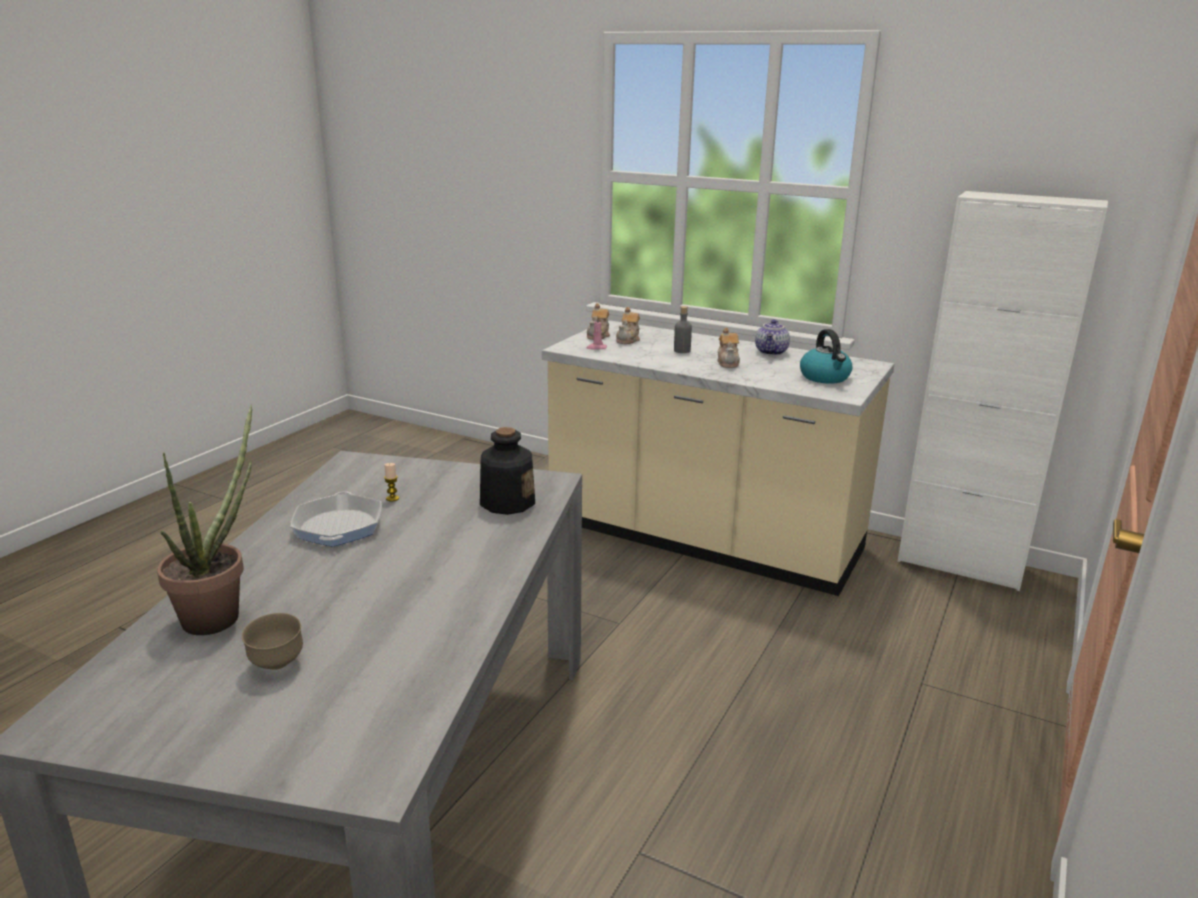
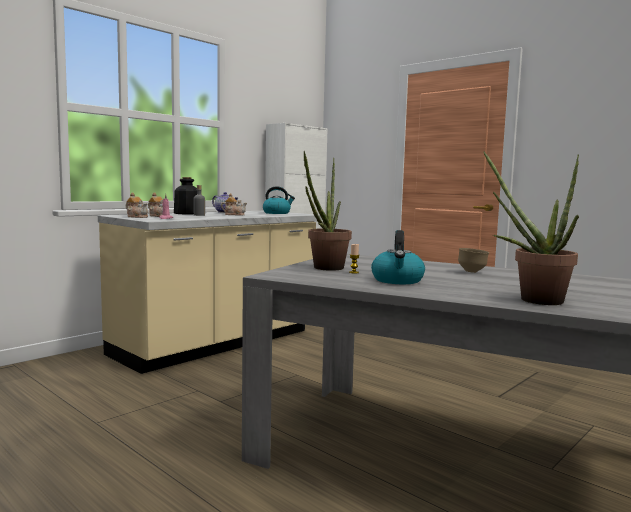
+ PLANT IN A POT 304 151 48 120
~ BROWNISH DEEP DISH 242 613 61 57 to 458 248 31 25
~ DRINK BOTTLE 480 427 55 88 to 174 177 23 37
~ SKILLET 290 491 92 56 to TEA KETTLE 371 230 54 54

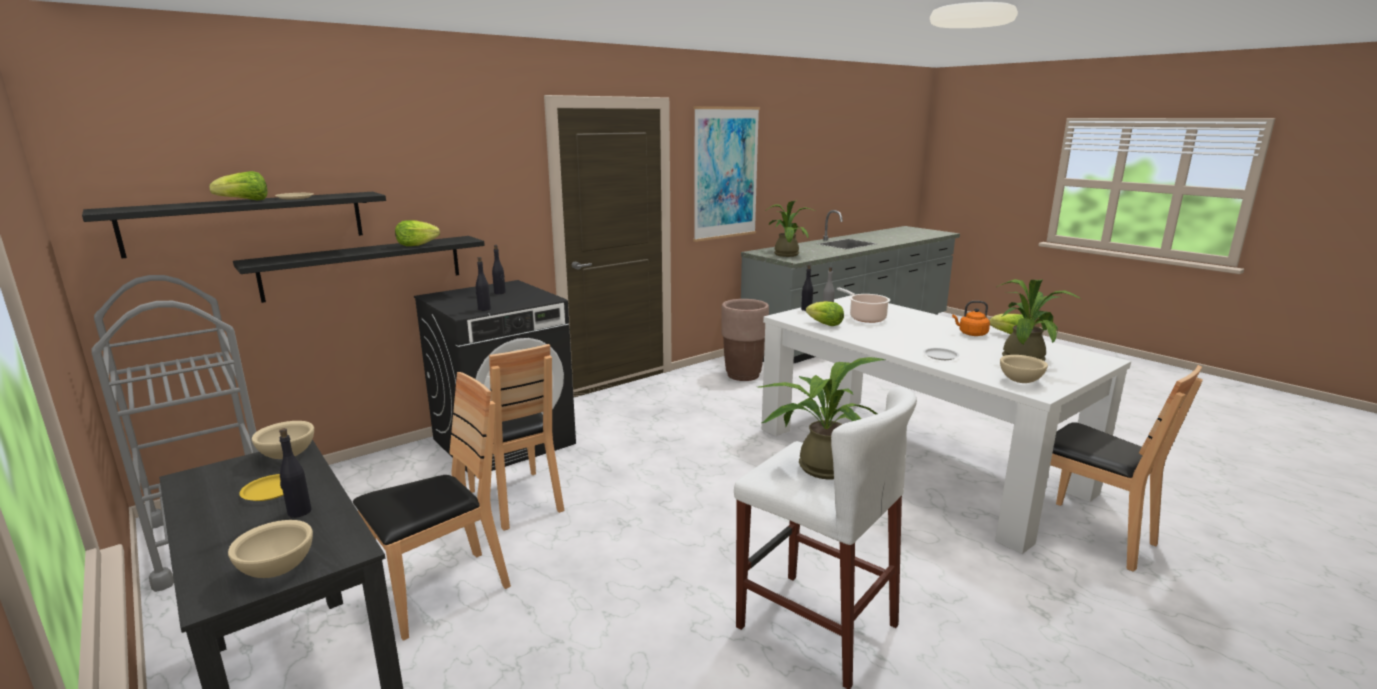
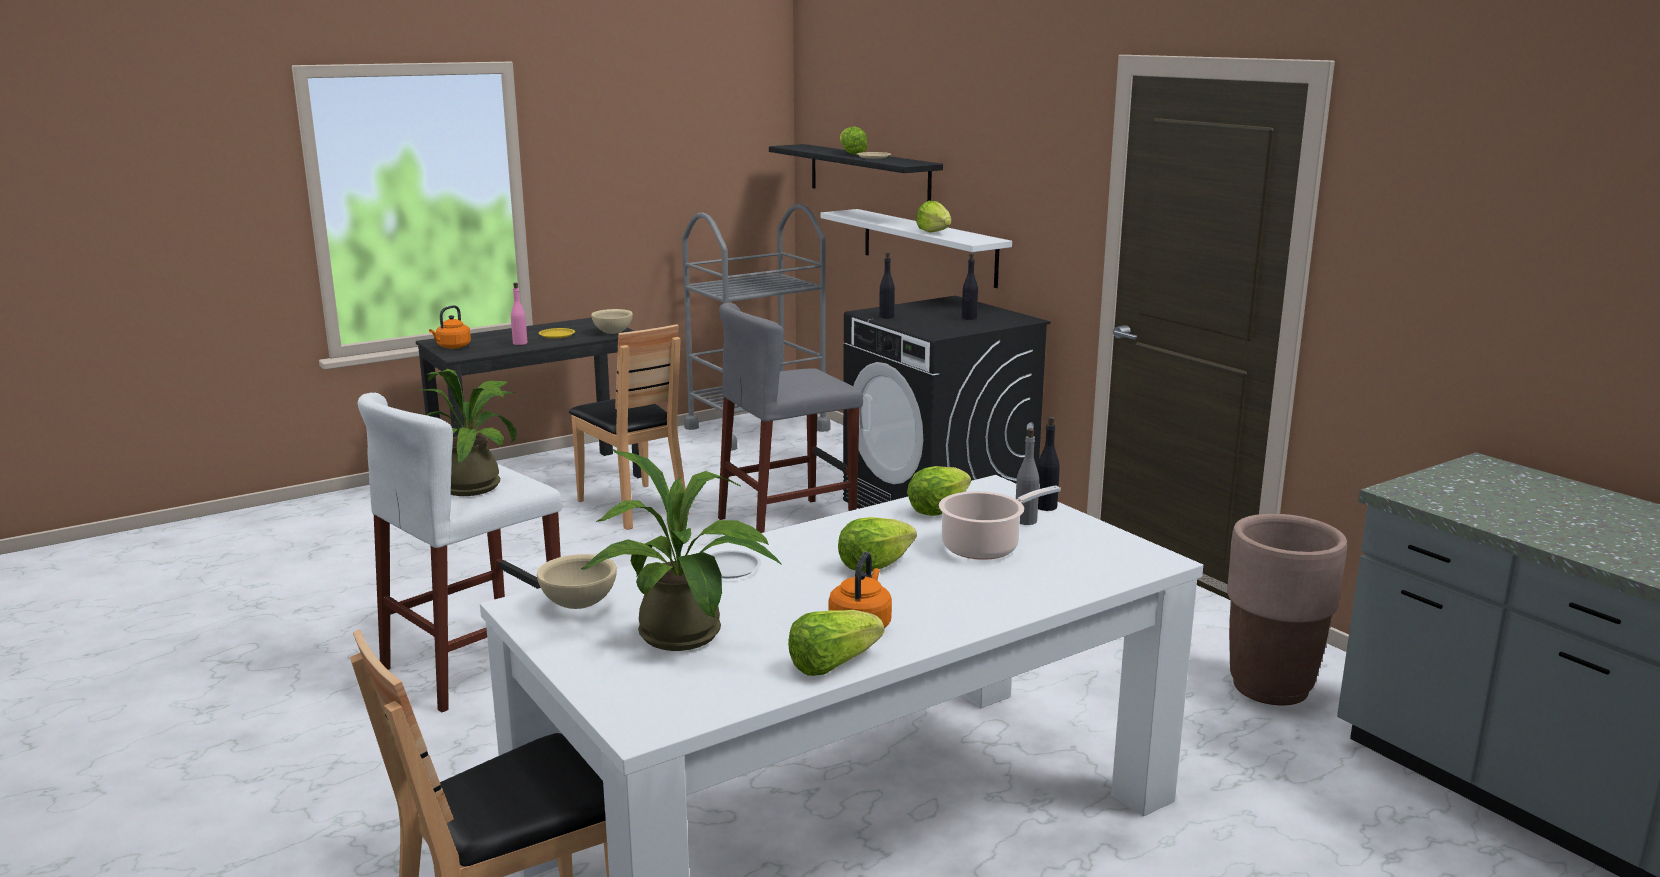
- WALL PICTURE 693 106 67 136
- PLANT IN A POT 765 201 50 56
+ HEAD OF LETTUCE 838 517 79 55
~ BEIGE-COLOURED DEEP DISH 228 520 85 58 to ORANGEY TEA KETTLE 429 305 42 44
~ BROWNISH PLAIN CHAIR 467 344 97 187 to GRAY STOOL 718 303 145 230
~ BLACK BRACKET SHELF 233 236 252 67 to WHITE-COLOURED BRACKET SHELF 821 209 191 79
~ BLACK DRINK BOTTLE 279 428 33 90 to PINK DRINK BOTTLE 511 283 17 62

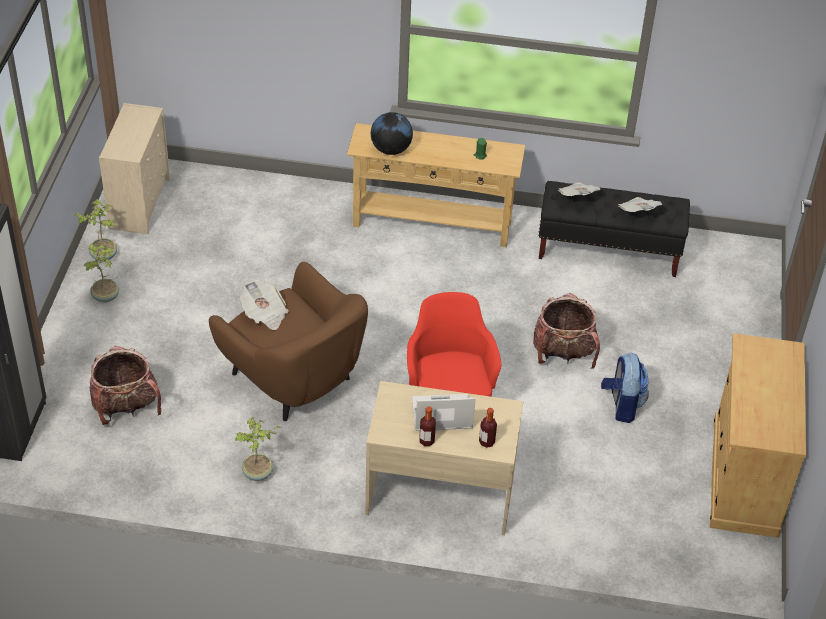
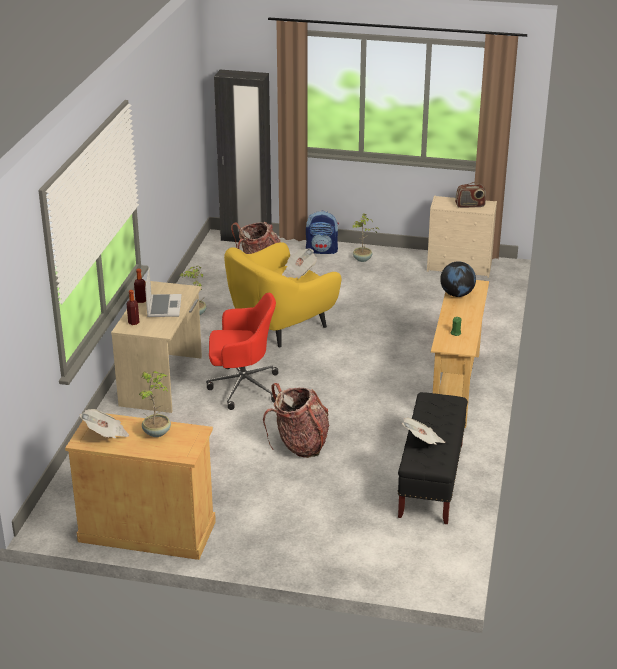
+ RADIO 455 182 31 26
~ PLANT IN A POT 75 199 42 62 to 138 371 33 66
~ DAILY PAPER 558 182 42 14 to 80 409 49 29
~ KNAPSACK 601 353 48 70 to 306 211 33 43
~ BROWNISH EASY CHAIR 209 262 159 159 to YELLOWISH EASY CHAIR 224 242 117 105

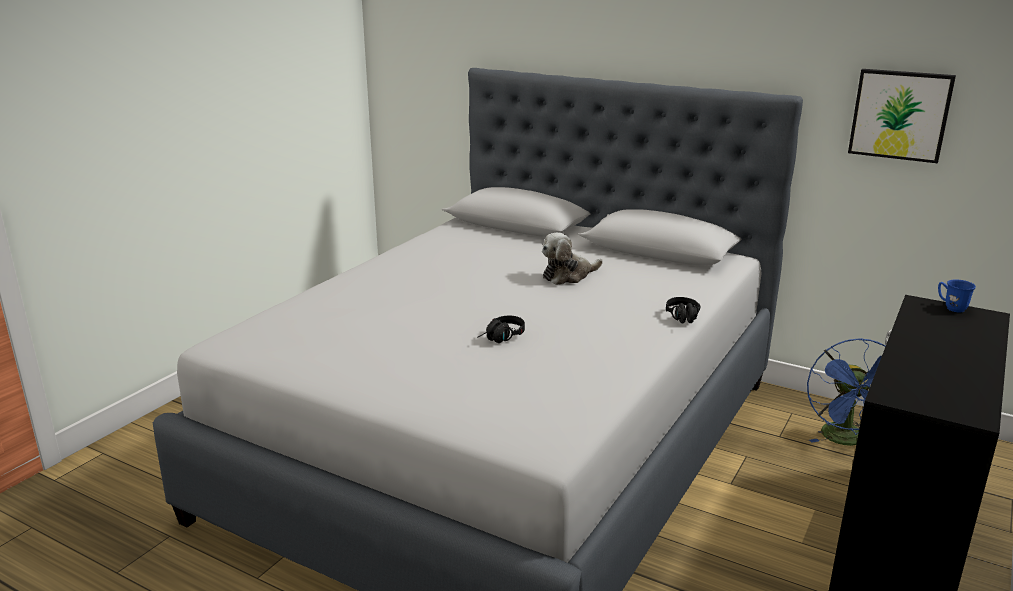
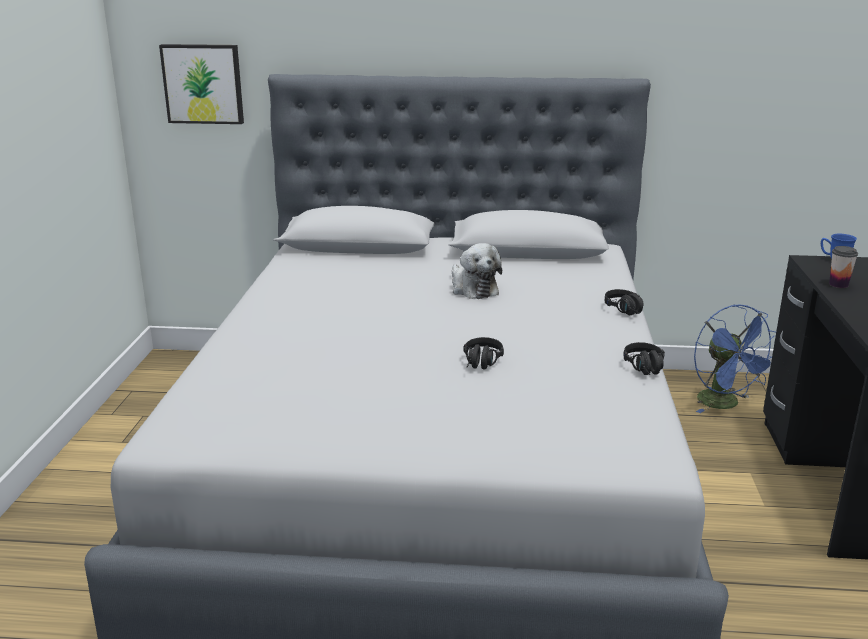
+ BLACK HEADPHONES 624 342 41 33
+ CUP 829 246 29 42
~ WALL PICTURE 848 69 108 94 to 159 44 85 80
~ SOFT TOY 542 232 61 53 = 452 243 50 56 60 degrees counterclockwise

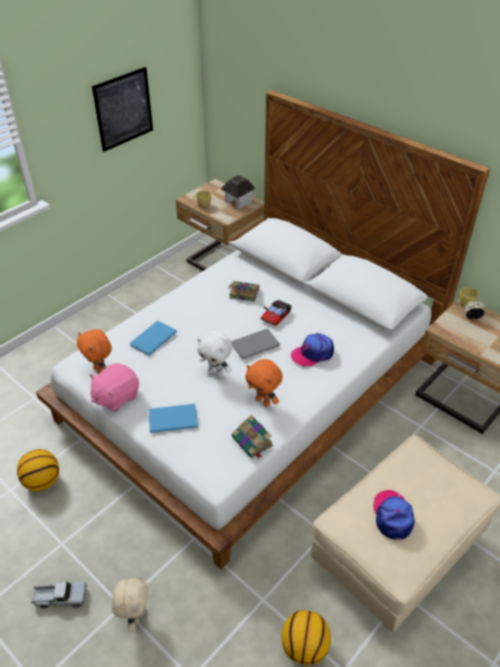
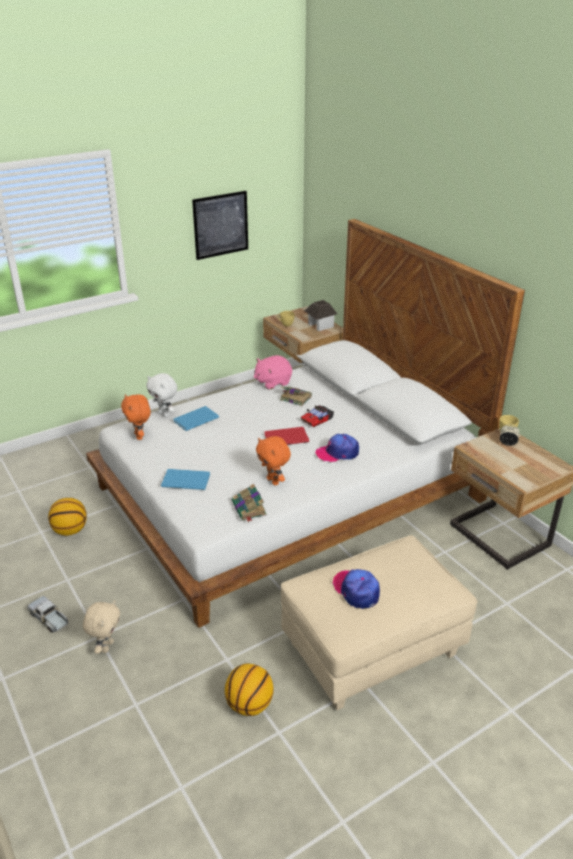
~ PINK SOFT TOY 90 363 49 49 to 254 355 38 35
~ WHITE-COLOURED SOFT TOY 197 331 35 46 to 146 373 31 44
~ GRAY VOLUME 231 329 49 31 to RED-COLOURED VOLUME 264 427 45 18
~ TOY LORRY 31 582 56 27 = 27 596 41 36 150 degrees counterclockwise
~ BASEBALL CAP 373 490 42 50 = 333 569 47 40 45 degrees counterclockwise

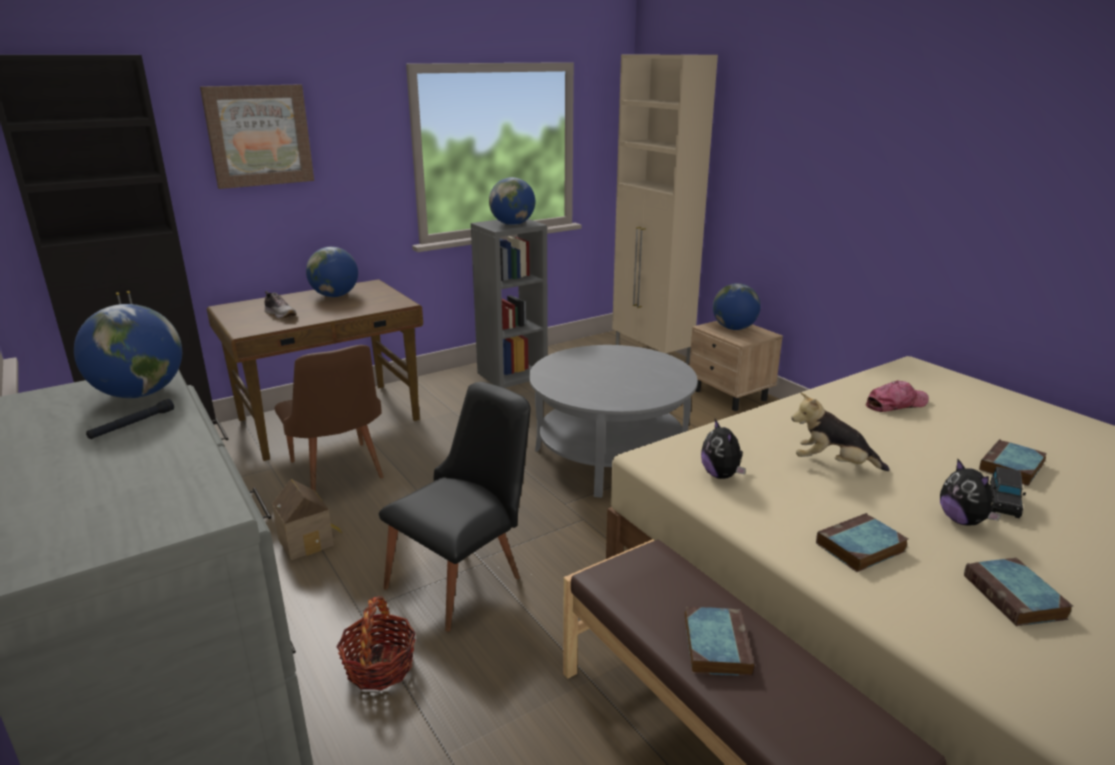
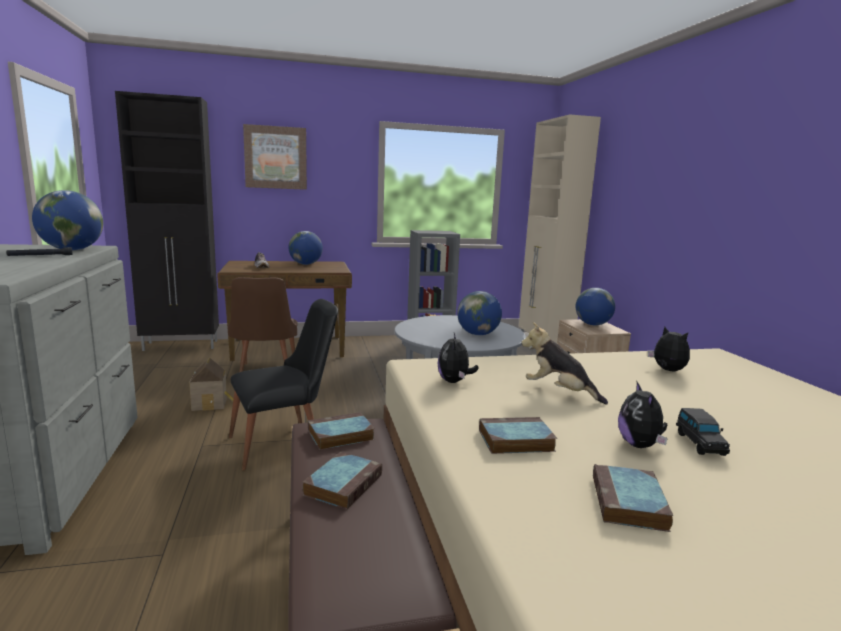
- BASKET 336 596 80 94
~ DESK GLOBE 489 177 46 48 to 457 291 45 44
~ VOLUME 979 439 68 47 to 308 412 67 38
~ BASEBALL CAP 865 380 64 32 to SOFT TOY 648 327 42 44
~ BLACK MODEL CAR 990 467 36 51 = 676 408 54 48 45 degrees counterclockwise

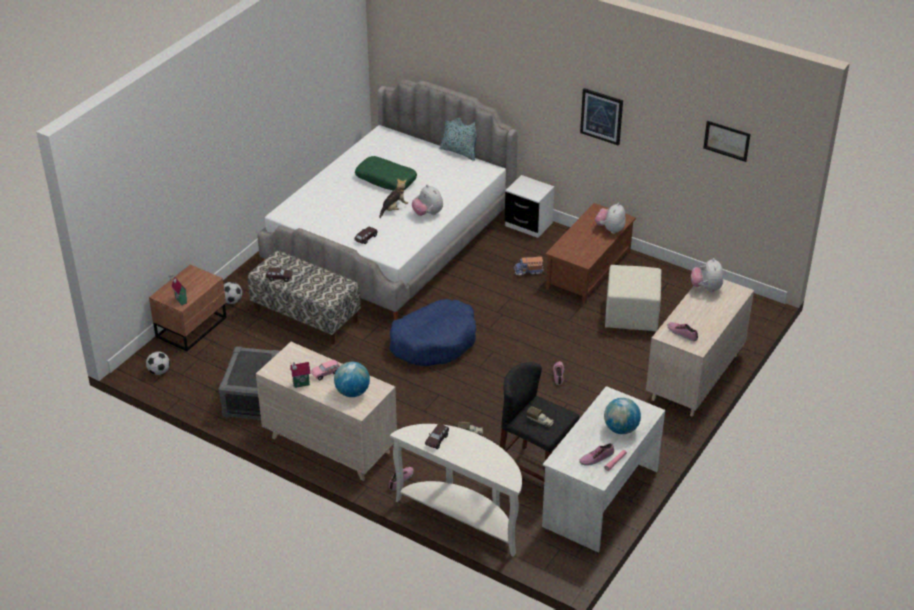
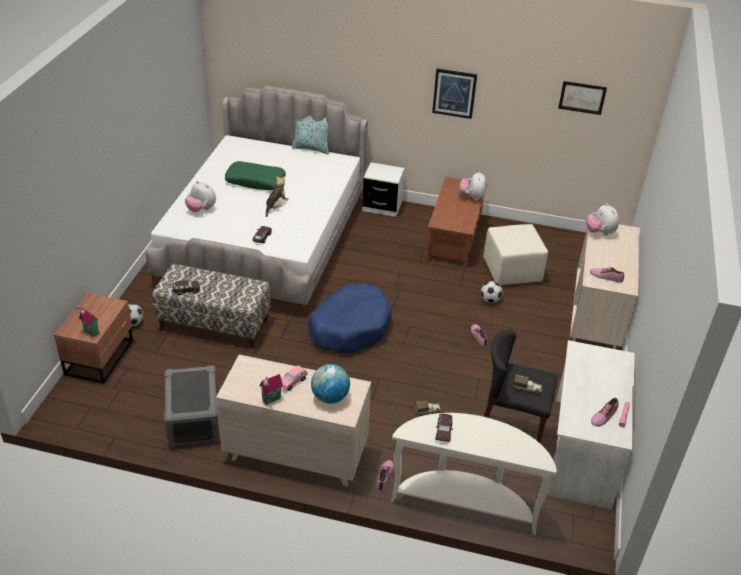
- TOY LORRY 514 256 30 20
- DESK GLOBE 604 398 37 36
~ FOOTBALL BALL 146 351 24 24 to 481 281 22 22
~ SOFT TOY 412 185 31 31 to 185 181 31 31

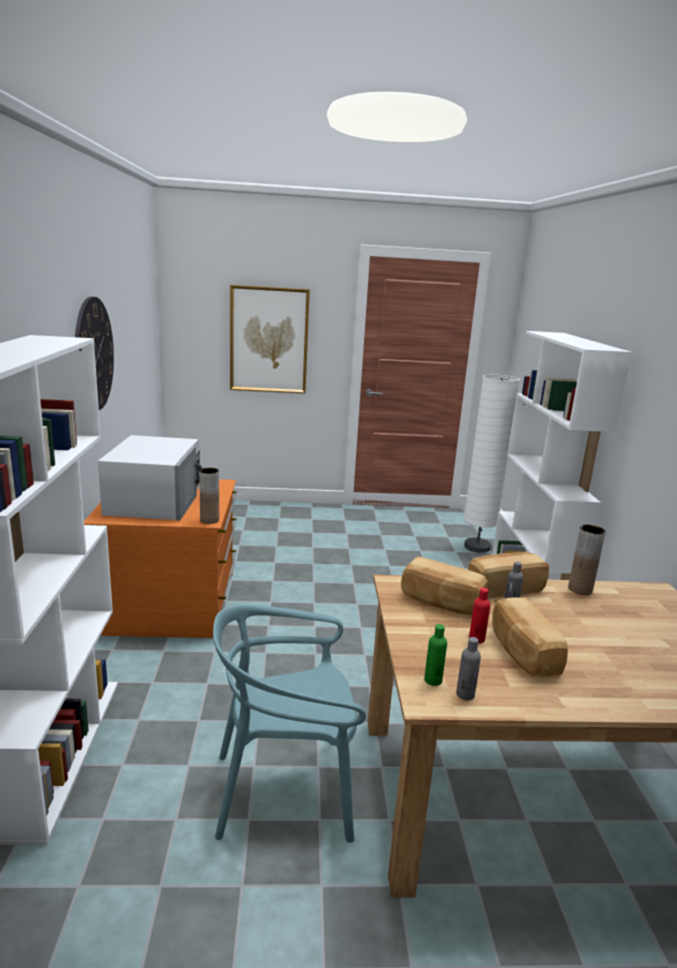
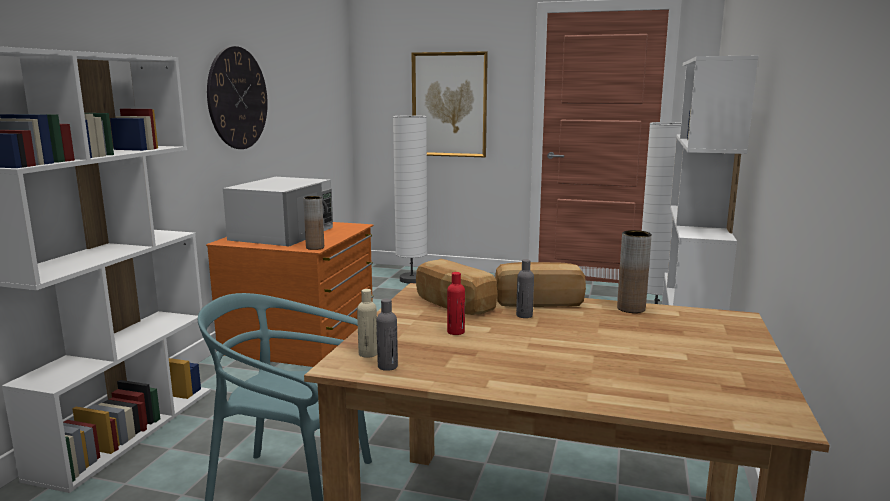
- BREAD 492 597 76 80
+ WHITE-COLOURED STANDARD LAMP 393 115 35 169
~ GREENISH DRINK BOTTLE 424 624 23 62 to BEIGE-COLOURED DRINK BOTTLE 357 289 20 69

